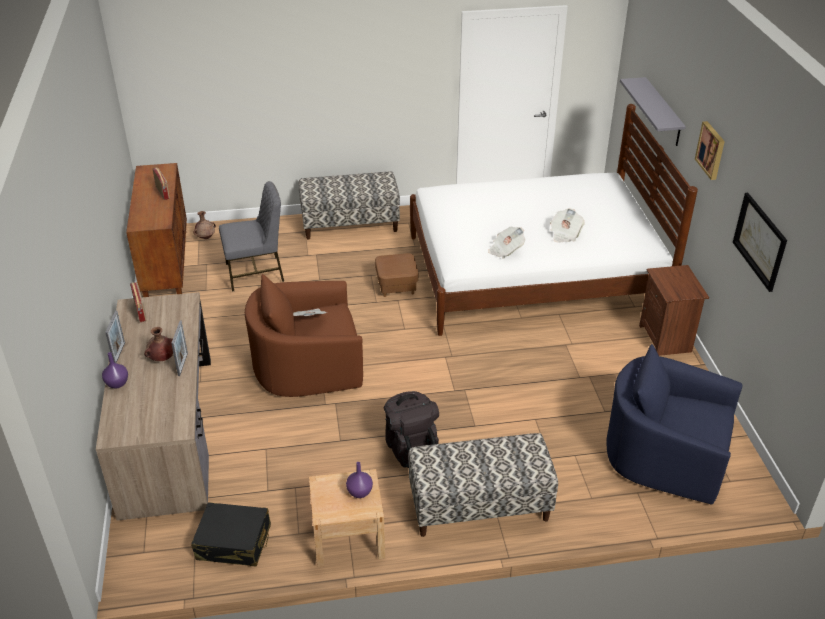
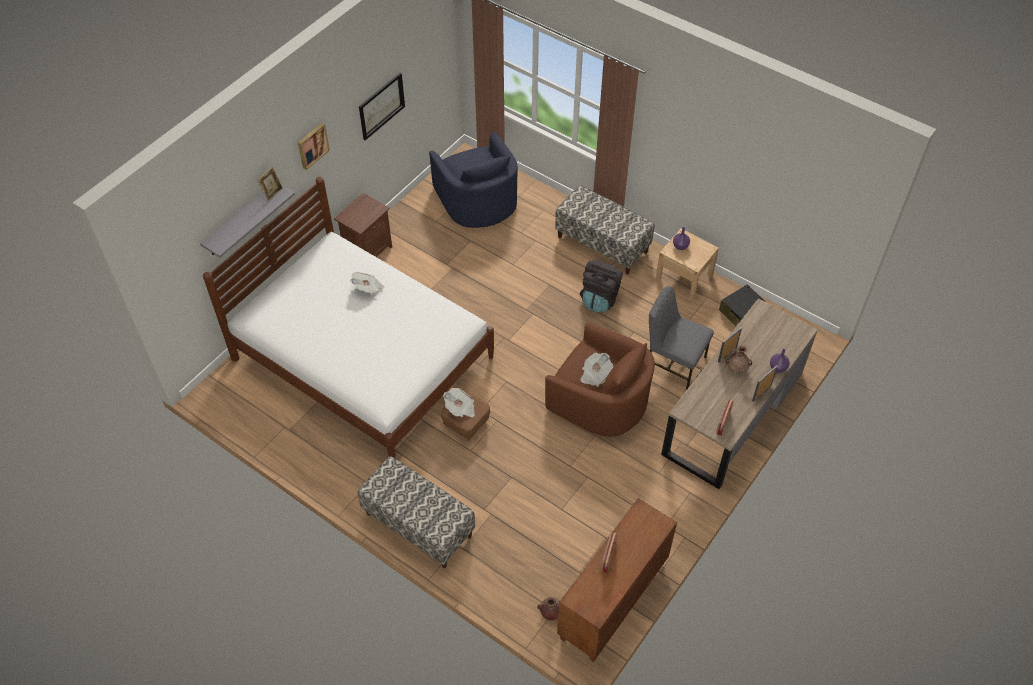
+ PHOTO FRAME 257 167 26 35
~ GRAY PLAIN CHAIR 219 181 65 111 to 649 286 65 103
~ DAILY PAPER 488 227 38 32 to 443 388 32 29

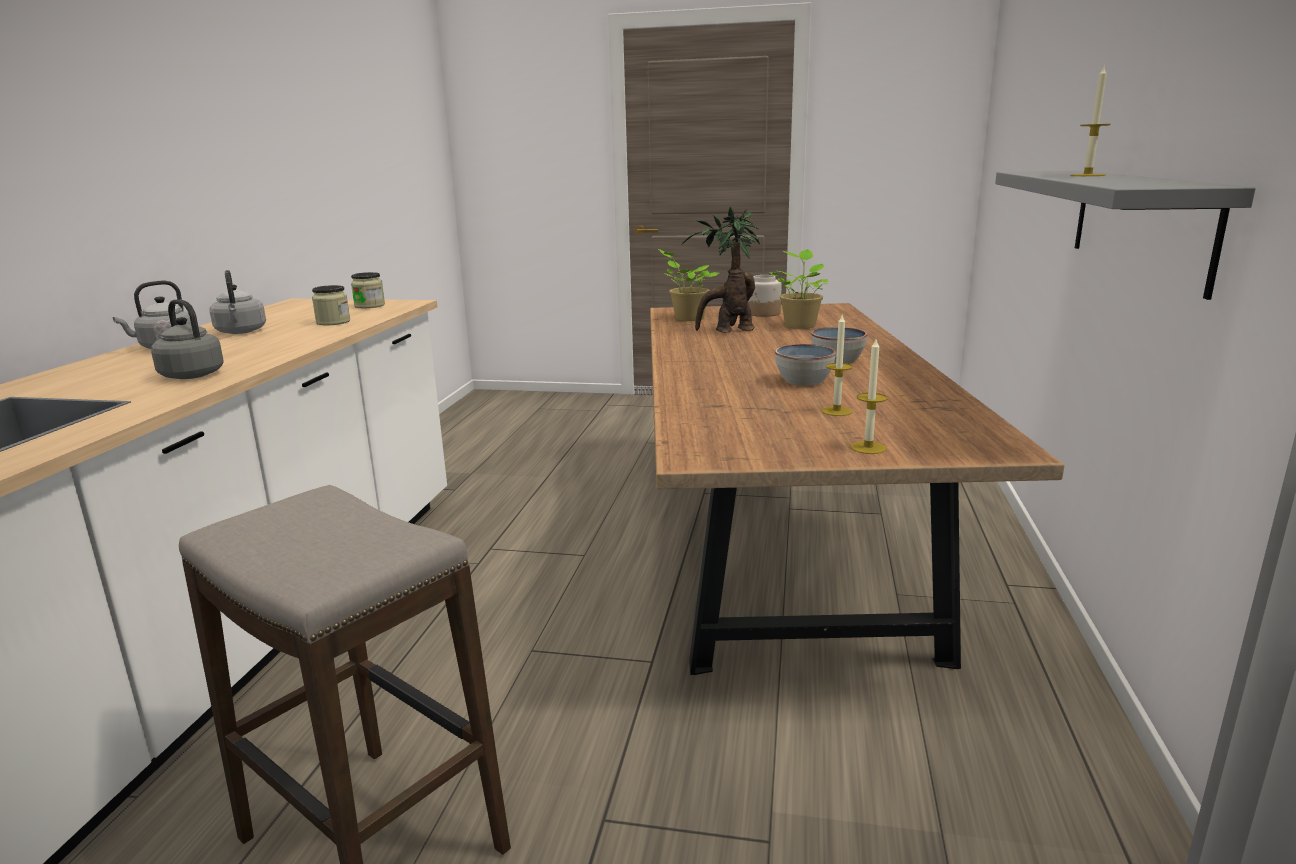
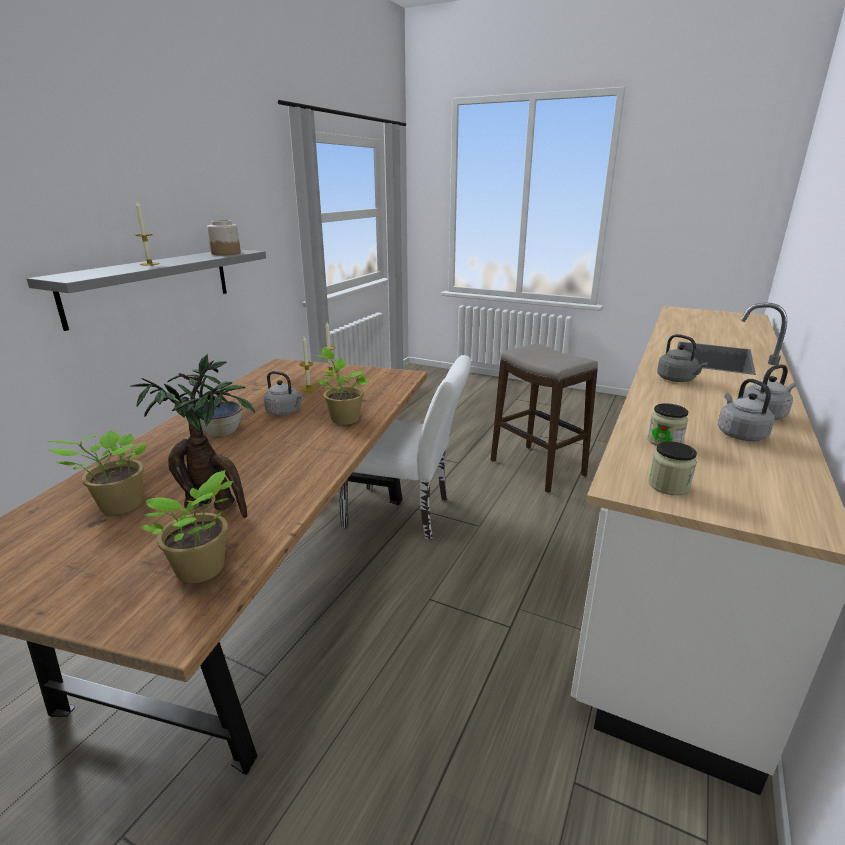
+ PLANT IN A POT 315 348 55 77
+ WHITE-COLOURED PLAIN CHAIR 339 355 132 185
~ STORAGE JAR 748 275 34 42 to 207 220 34 35
~ DEEP DISH 775 344 61 42 to GRAY TEA KETTLE 263 371 40 45

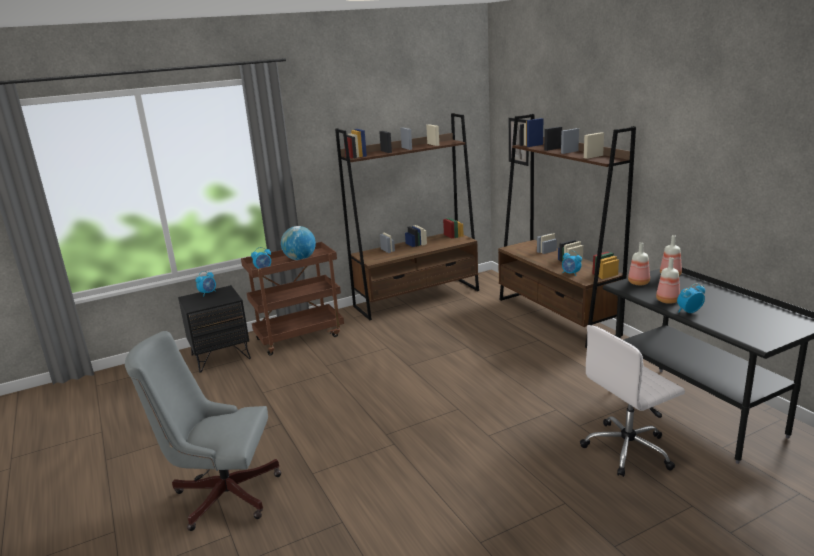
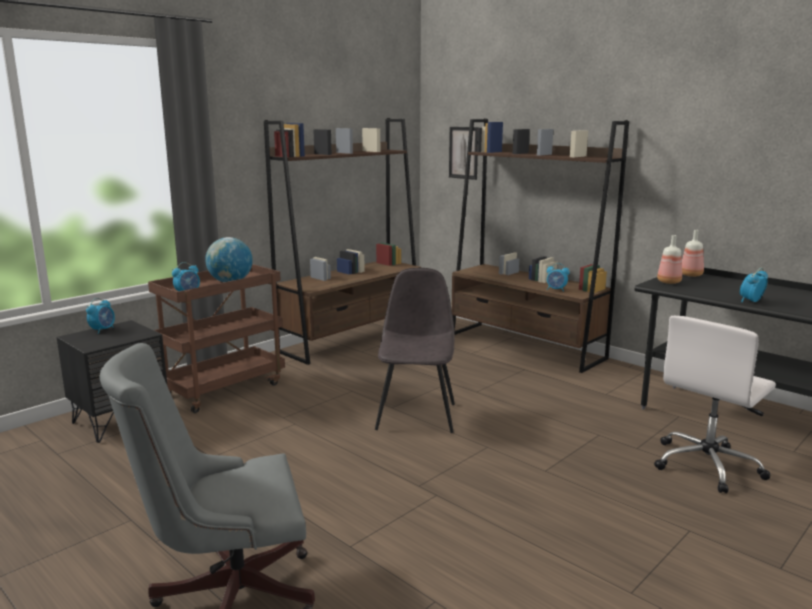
- DRINK BOTTLE 656 257 24 47
+ GRAY PLAIN CHAIR 375 268 80 165

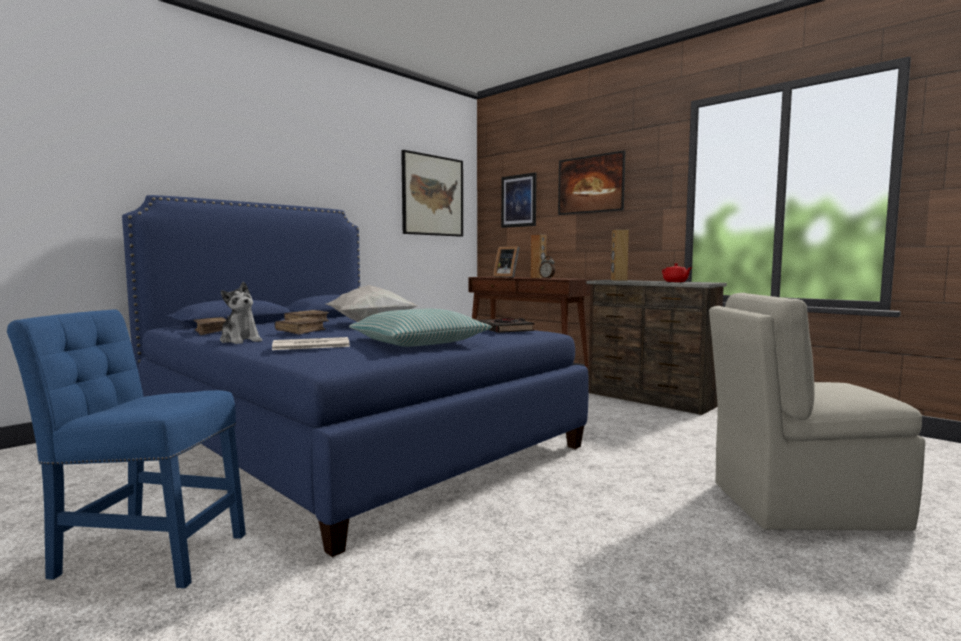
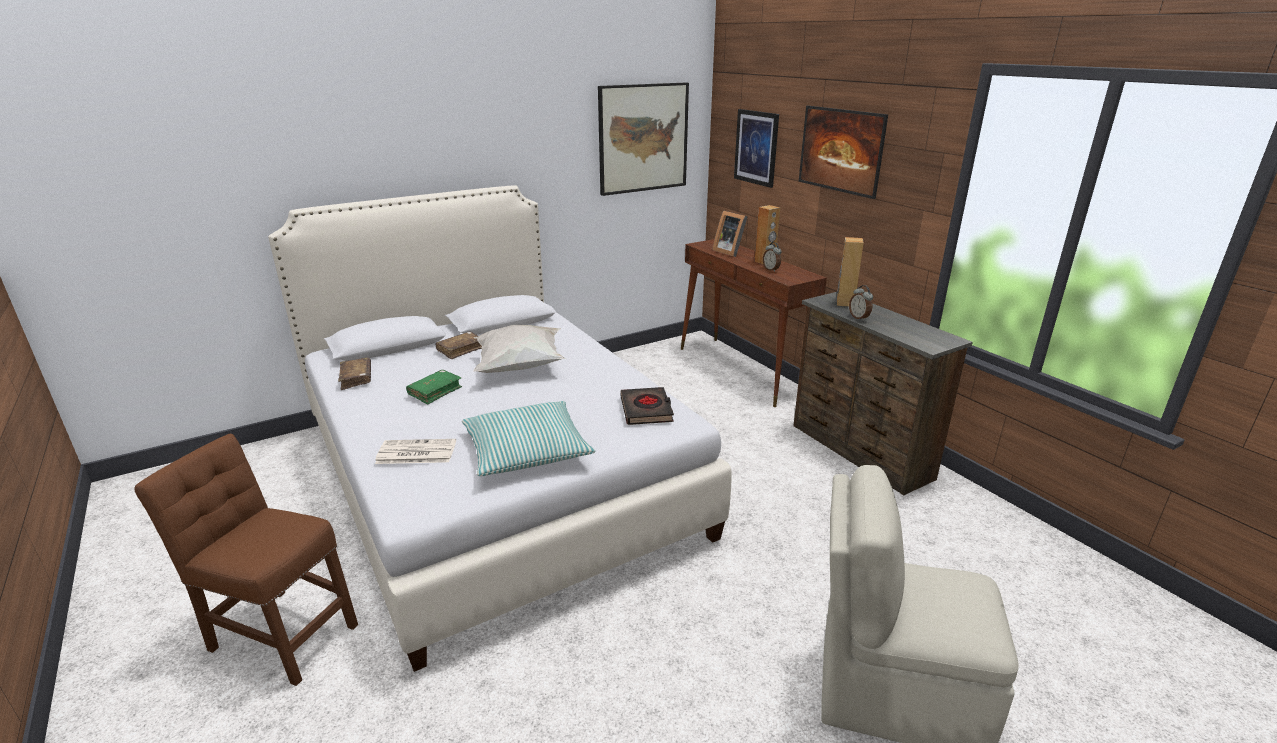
- SOFT TOY 220 282 42 62
- RED-COLOURED TEA POT 662 263 29 19
+ BEDSIDE CLOCK 849 285 24 36
~ BLUE PLAIN CHAIR 7 309 239 279 to BROWNISH PLAIN CHAIR 134 433 224 253
~ BLUE BED 122 195 467 362 to WHITE-COLOURED BED 268 186 463 486
~ BROWNISH VOLUME 275 317 51 18 to GREENISH VOLUME 406 370 56 34

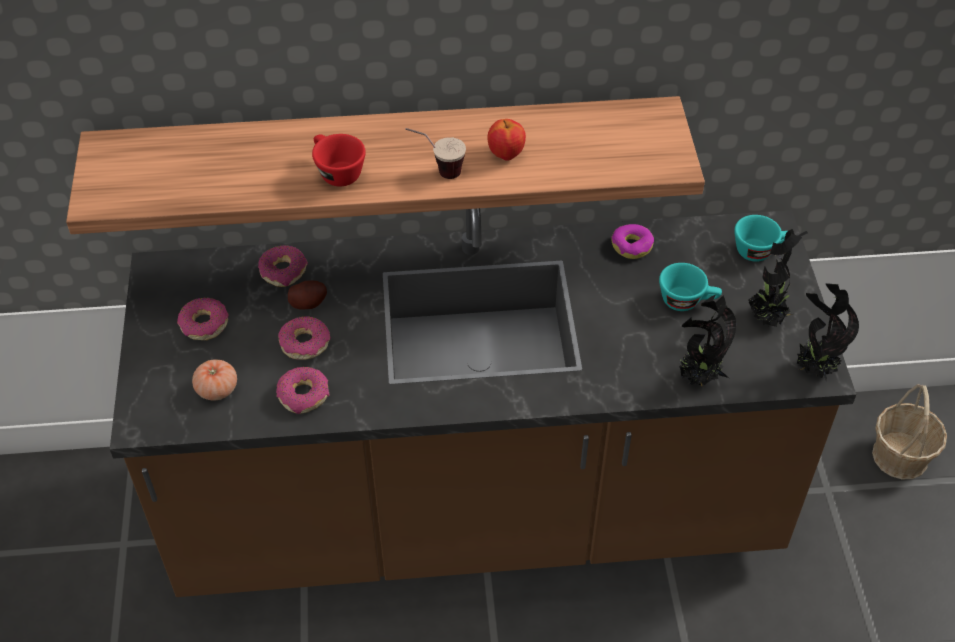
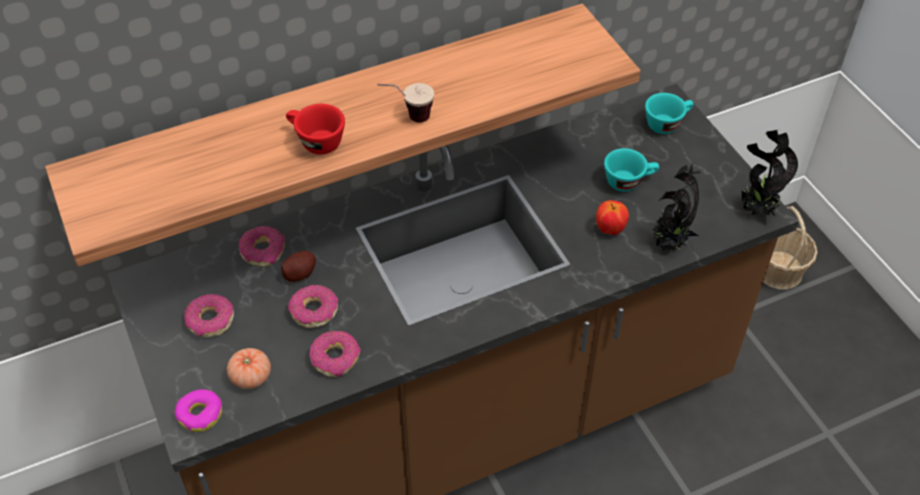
- PLANT IN A POT 748 229 60 99
~ APPLE FRUIT 487 119 39 42 to 596 200 33 35
~ DOUGHNUT 612 224 42 35 to 174 389 48 43

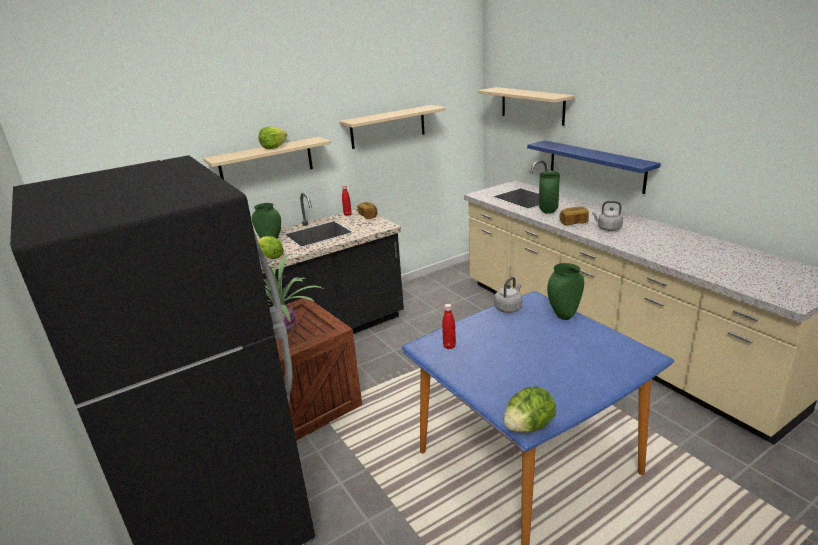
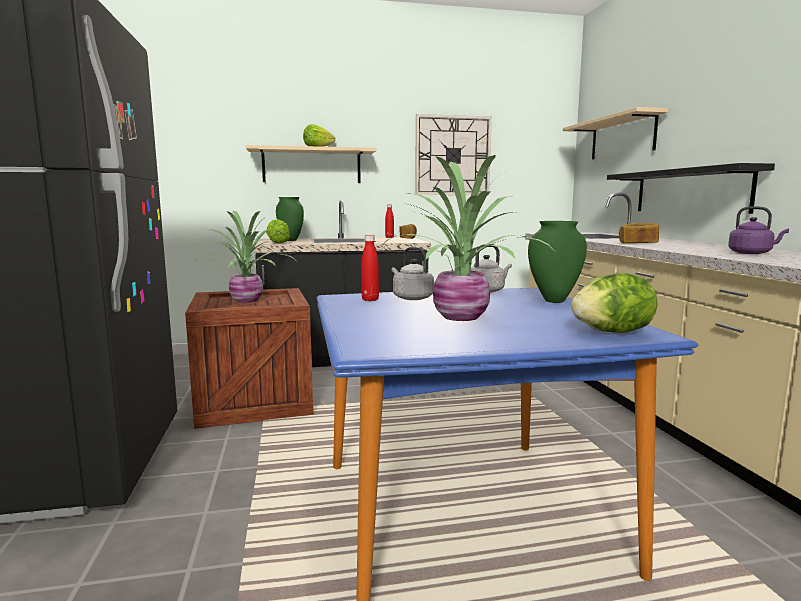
- GREENISH VASE 539 171 21 43
+ PLANT IN A POT 385 155 169 166
+ PURPLISH TEA KETTLE 728 206 61 48
~ HEAD OF LETTUCE 504 386 52 46 to 571 273 87 60
~ GRAY TEA KETTLE 592 201 31 30 to 392 247 42 53
~ BEIGE-COLOURED BRACKET SHELF 339 105 107 44 to WALL CLOCK 415 114 77 81
~ BLUE BRACKET SHELF 527 140 134 54 to BLACK BRACKET SHELF 607 163 168 51

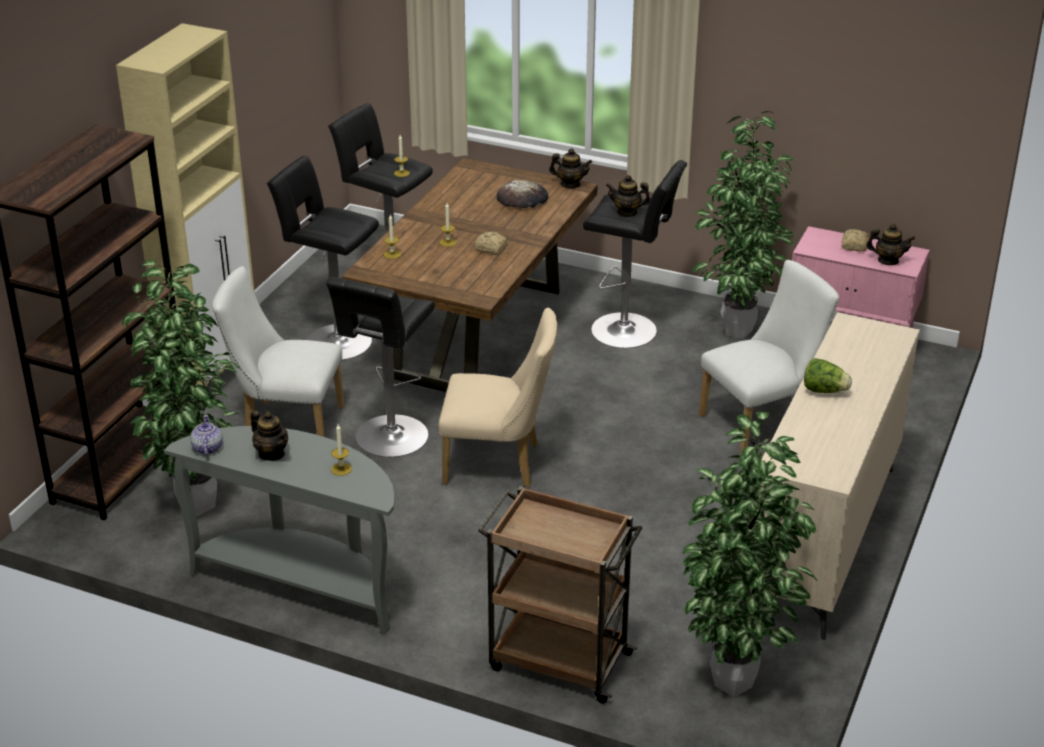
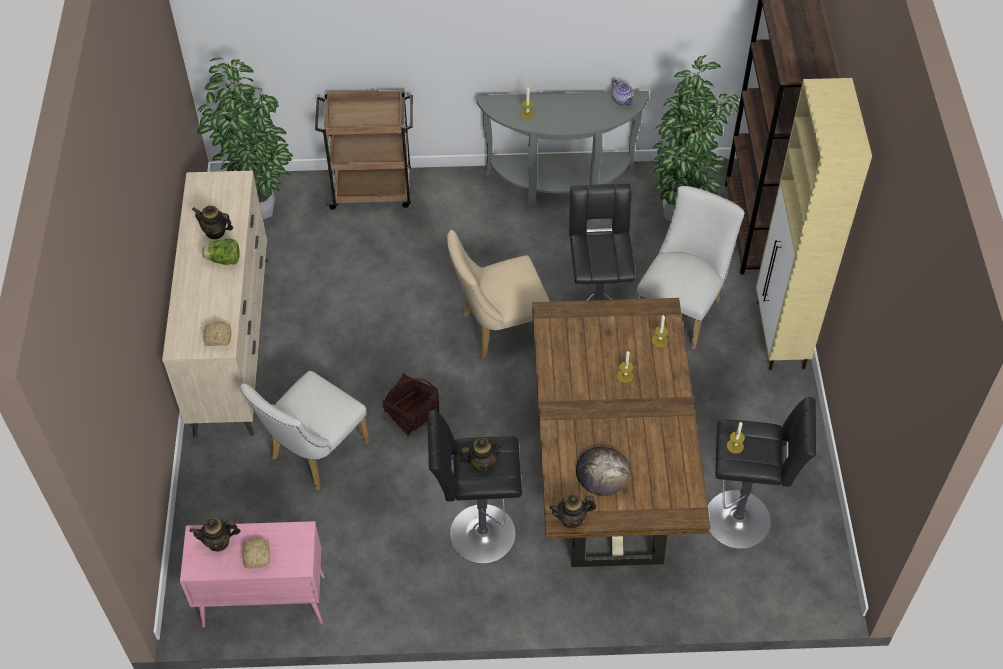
- BLACK STOOL 267 156 112 204
- PLANT IN A POT 693 111 102 228
+ BASKET 383 373 56 64
~ TEA POT 250 411 38 50 to 192 205 41 34
~ BREAD 475 231 32 24 to 203 321 29 25
~ WHITE-COLOURED PLAIN CHAIR 213 266 131 171 = 637 186 108 163 45 degrees counterclockwise

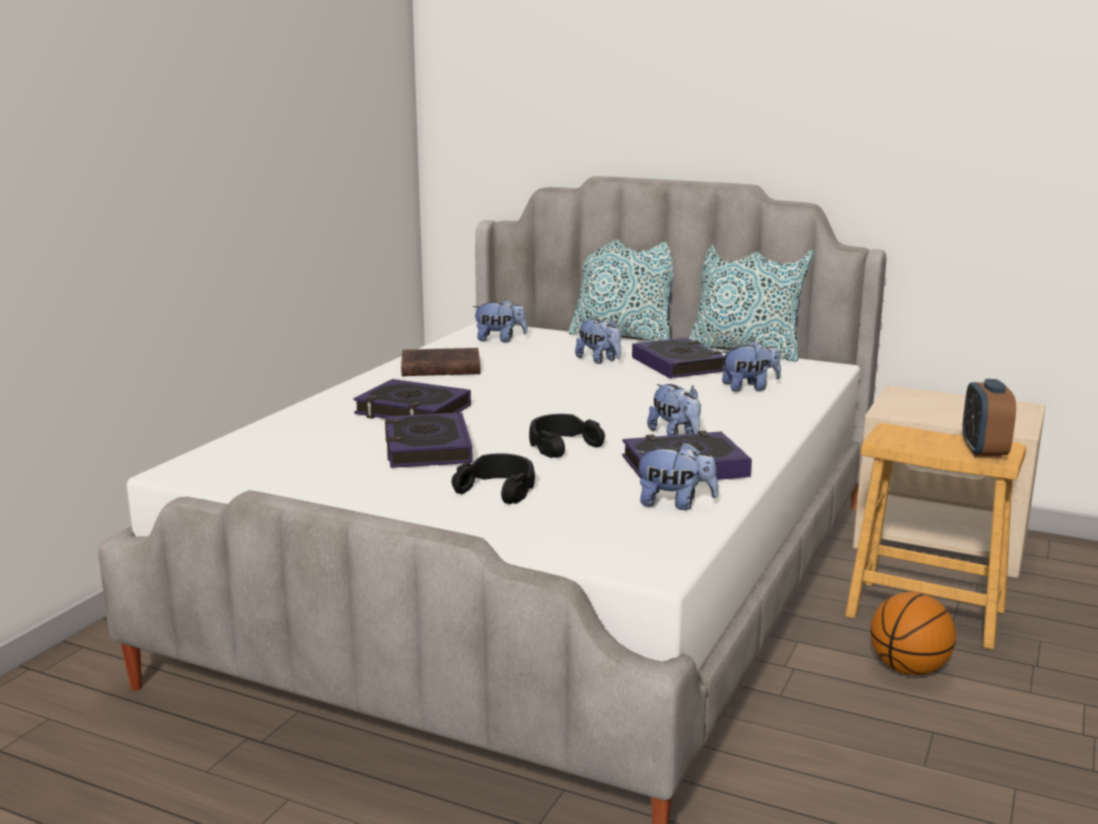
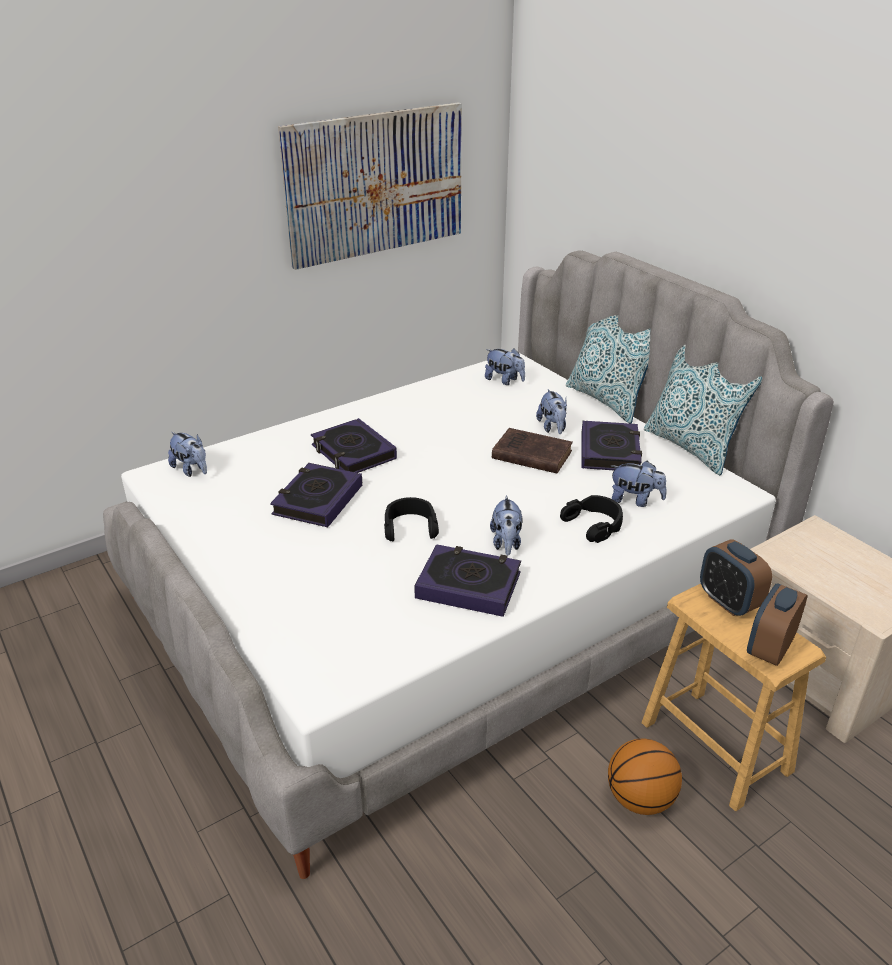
+ WALL PICTURE 278 102 184 168
+ BEDSIDE CLOCK 700 540 72 76
~ BROWNISH VOLUME 401 348 80 28 to 492 428 81 46
~ BLACK HEADPHONES 452 453 83 51 to 560 495 63 48
~ SOFT TOY 634 442 84 68 to 168 432 39 45

